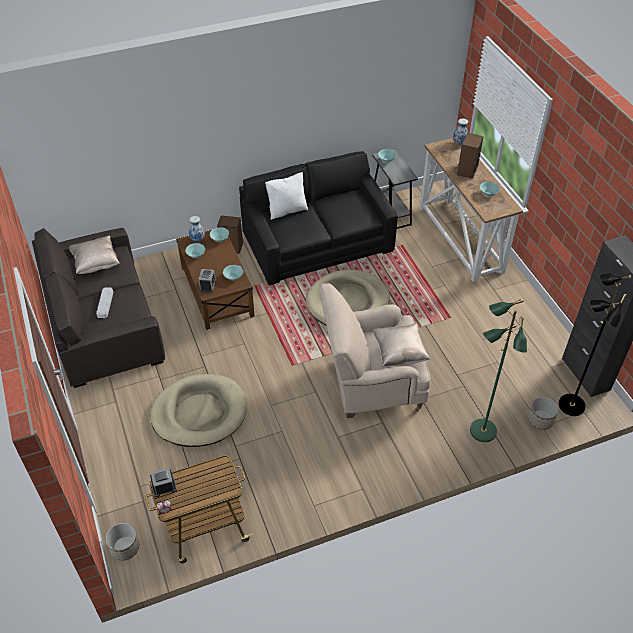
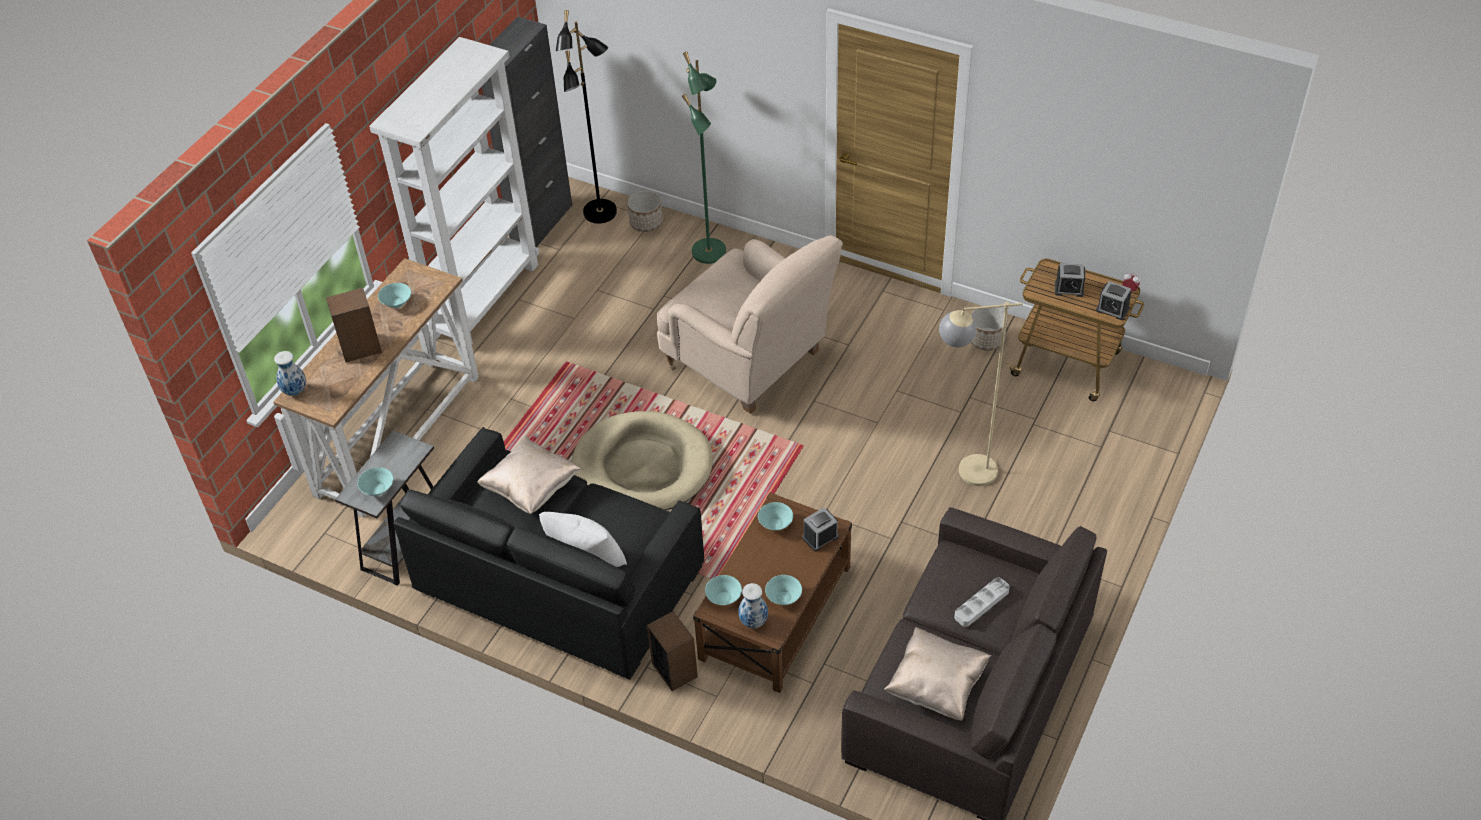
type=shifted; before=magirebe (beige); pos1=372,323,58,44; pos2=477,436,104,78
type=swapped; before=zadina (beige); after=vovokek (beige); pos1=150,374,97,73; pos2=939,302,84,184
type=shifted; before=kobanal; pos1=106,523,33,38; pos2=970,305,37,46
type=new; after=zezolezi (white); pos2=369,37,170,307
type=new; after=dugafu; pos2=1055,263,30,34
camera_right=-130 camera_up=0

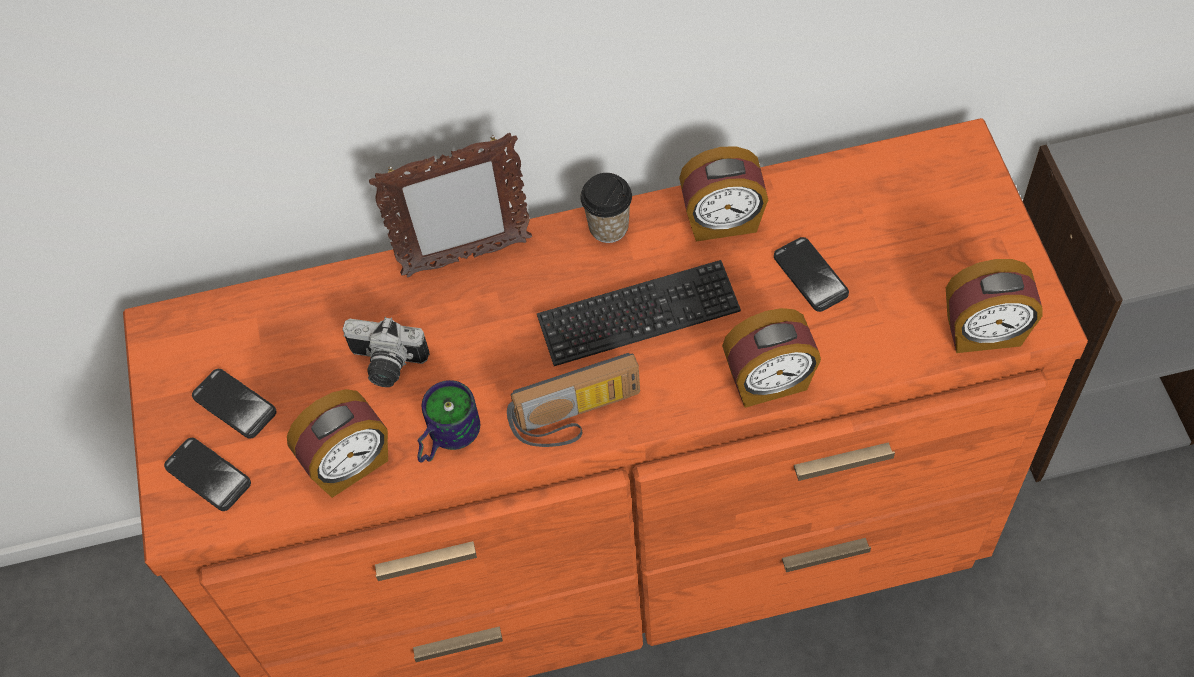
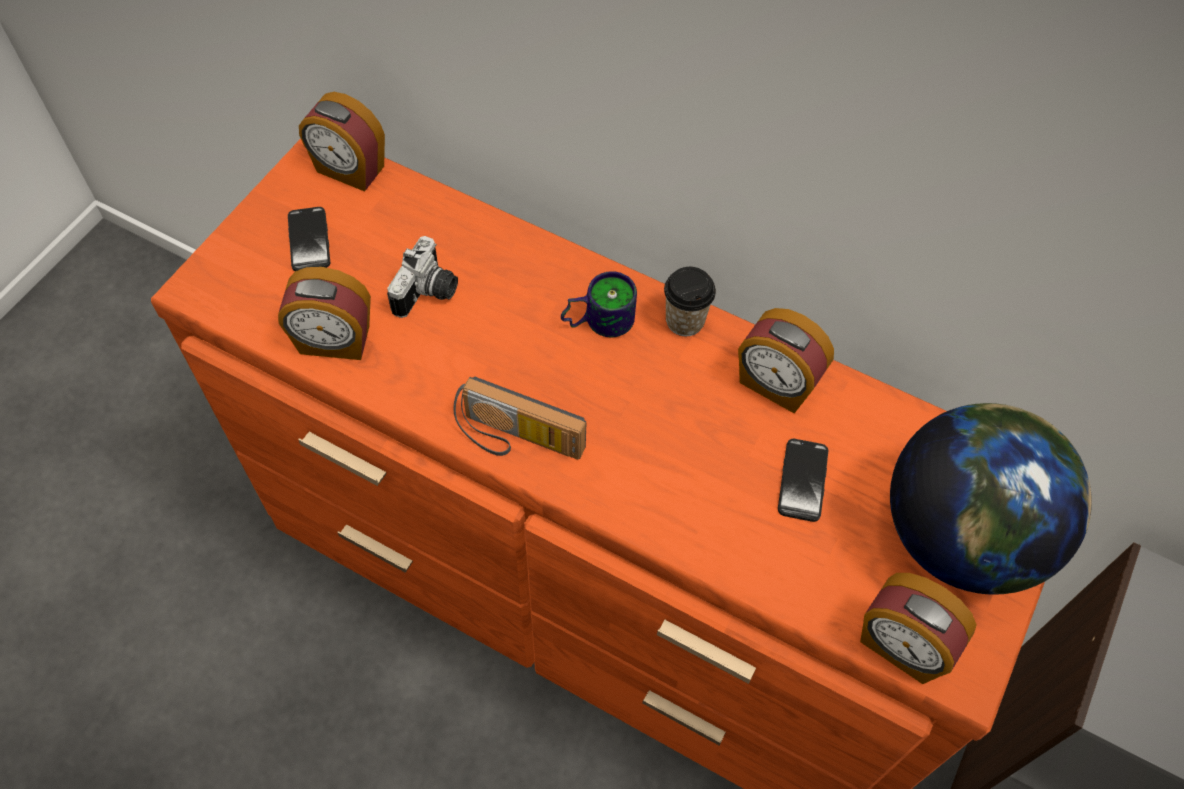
type=gone; before=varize; pos1=369,133,163,145
type=gone; before=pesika; pos1=537,260,204,106
type=shifted; before=dugafu; pos1=722,308,99,100; pos2=299,92,86,99
type=rotated; before=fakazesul; pos1=342,317,88,70; pos2=387,236,71,82; turn=-120
type=shifted; before=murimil; pos1=418,380,62,82; pos2=561,271,76,66
type=gone; before=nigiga; pos1=164,438,87,73
type=new; after=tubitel; pos2=890,403,202,192
camera_right=35 camera_up=0

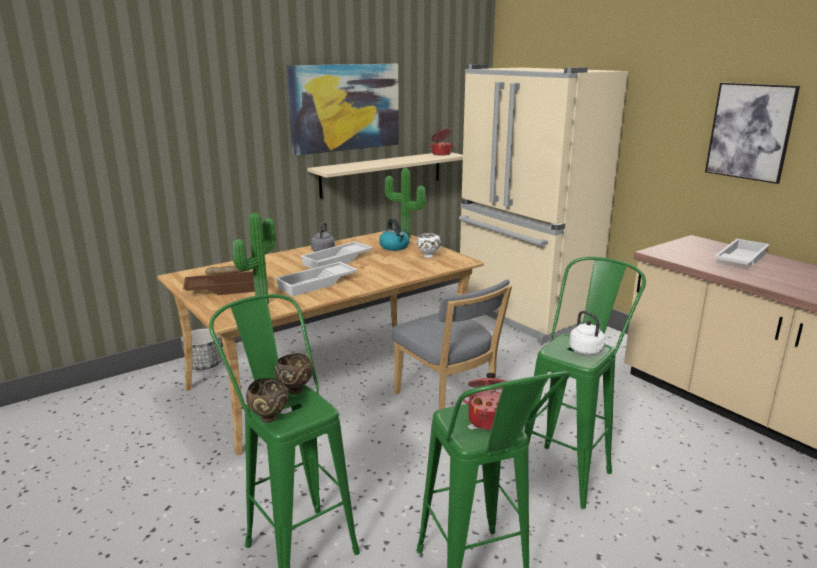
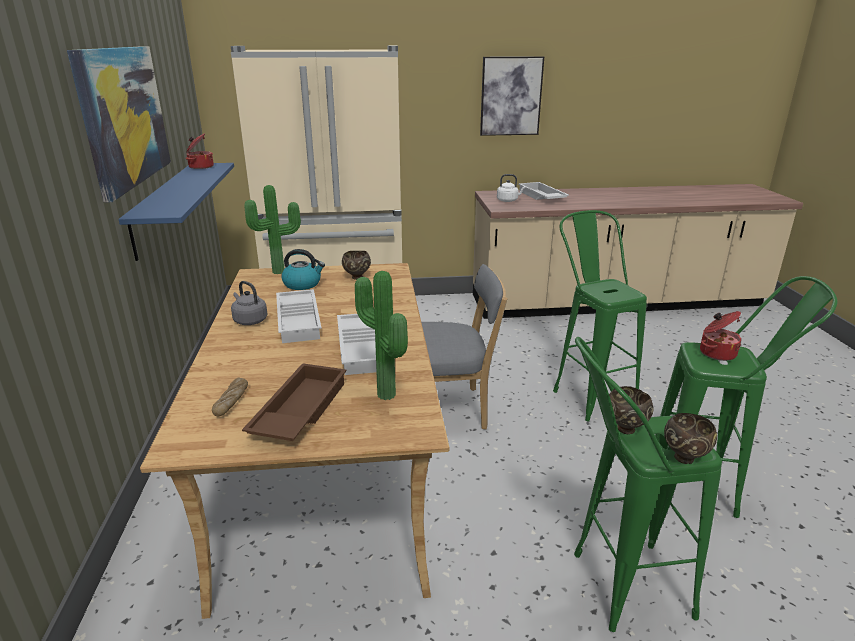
type=repainted; before=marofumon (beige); after=marofumon (blue); pos1=307,152,156,46; pos2=118,163,116,98
type=repainted; before=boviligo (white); after=boviligo (brown); pos1=416,233,25,25; pos2=342,251,29,29
type=shifted; before=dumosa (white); pos1=569,311,39,44; pos2=497,174,28,28
type=gone; before=kobanal; pos1=181,329,41,41
camera_right=-60 camera_up=5

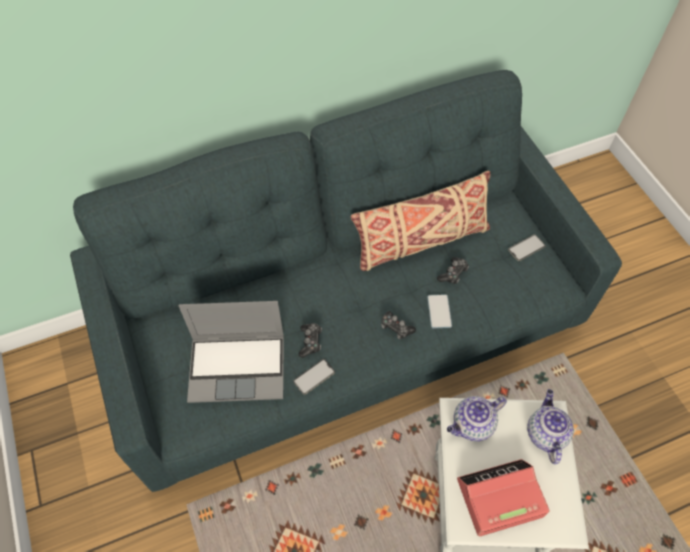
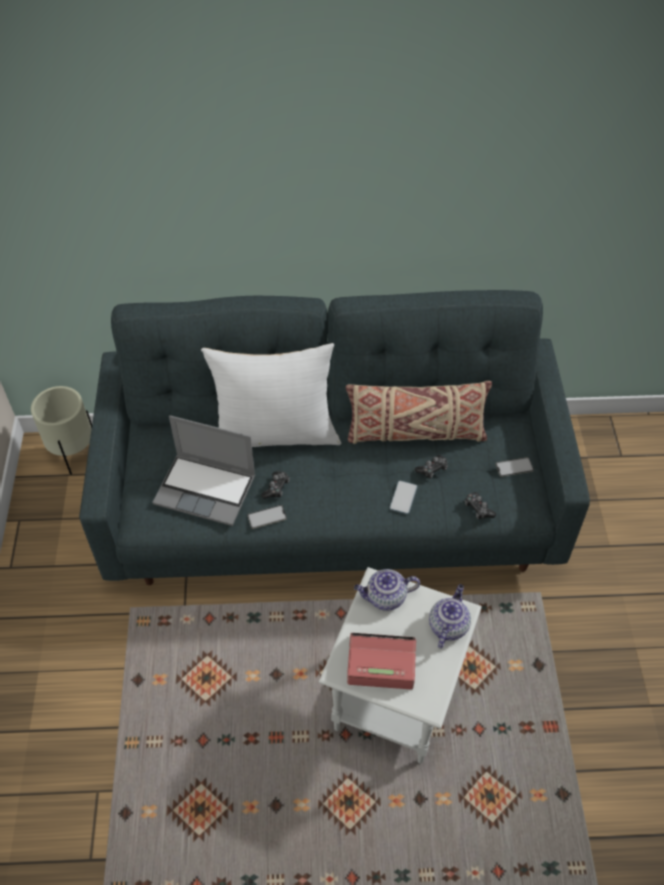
type=shifted; before=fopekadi; pos1=381,311,35,28; pos2=465,492,31,27
type=new; after=magirebe (white); pos2=201,343,140,104
type=new; after=kobanal (beige); pos2=31,386,61,89
camera_right=20 camera_up=-5

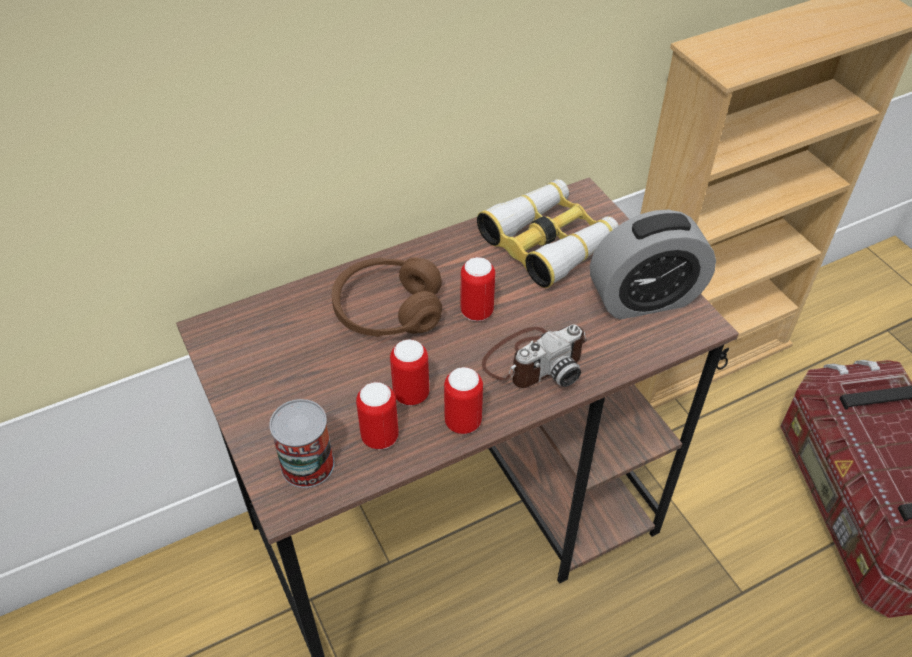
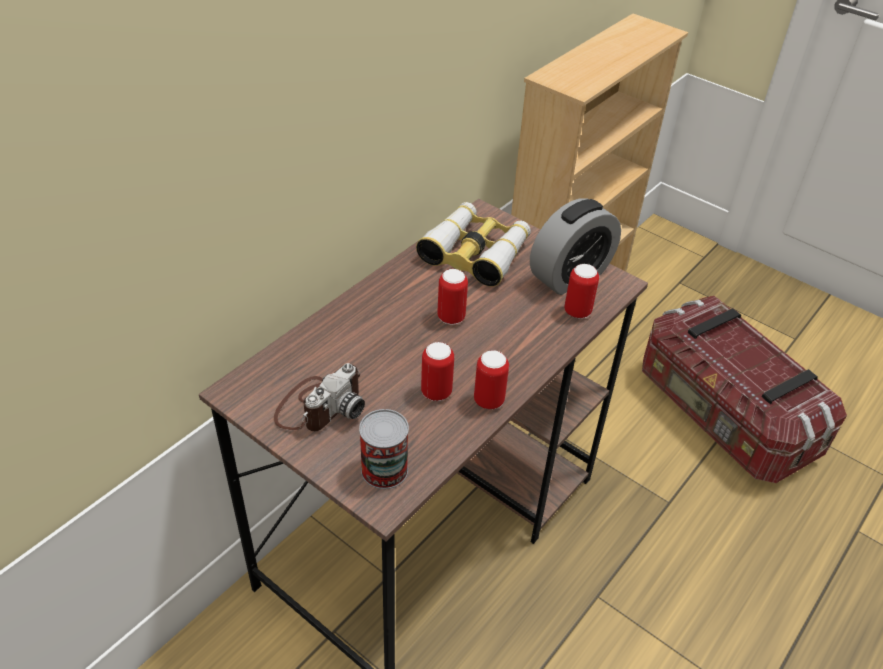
type=gone; before=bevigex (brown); pos1=332,257,110,80
type=shifted; before=fakazesul; pos1=482,324,105,64; pos2=274,363,91,68
type=shifted; before=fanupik; pos1=356,382,43,68; pos2=564,264,35,55
camera_right=-25 camera_up=-5

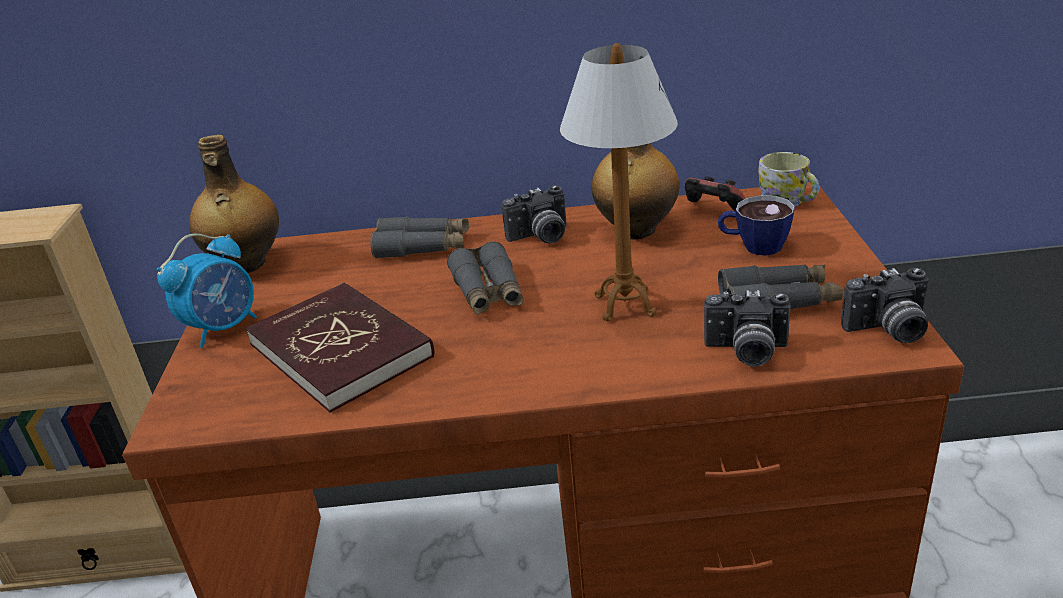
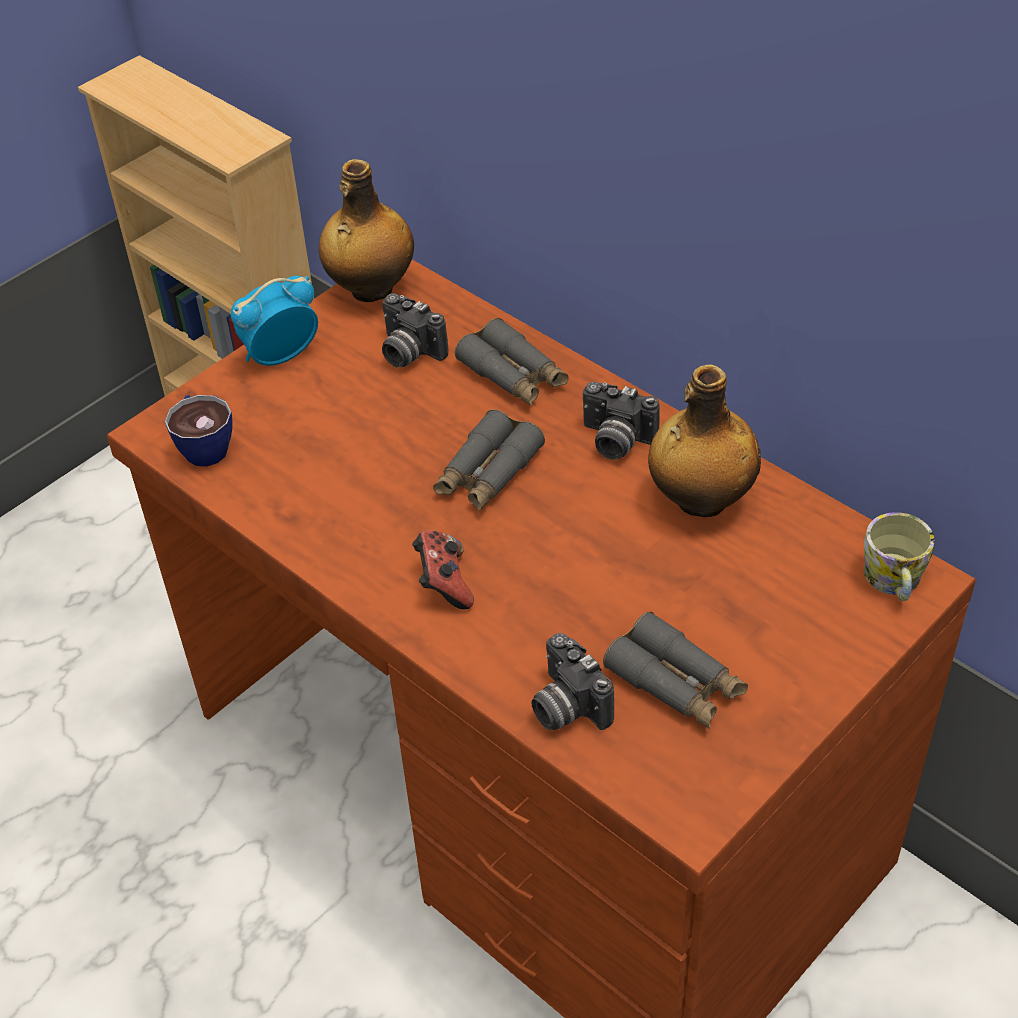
type=gone; before=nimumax; pos1=560,43,118,279
type=shifted; before=fopekadi; pos1=685,176,61,35; pos2=412,530,62,80
type=shifted; before=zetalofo; pos1=718,195,77,61; pos2=165,395,67,71
type=rotated; before=dugafu; pos1=157,234,100,114; pos2=231,276,87,90; turn=150
type=shifted; before=fakazesul; pos1=841,267,87,76; pos2=382,293,67,75
type=gone; before=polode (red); pos1=246,283,188,130
camera_right=45 camera_up=15

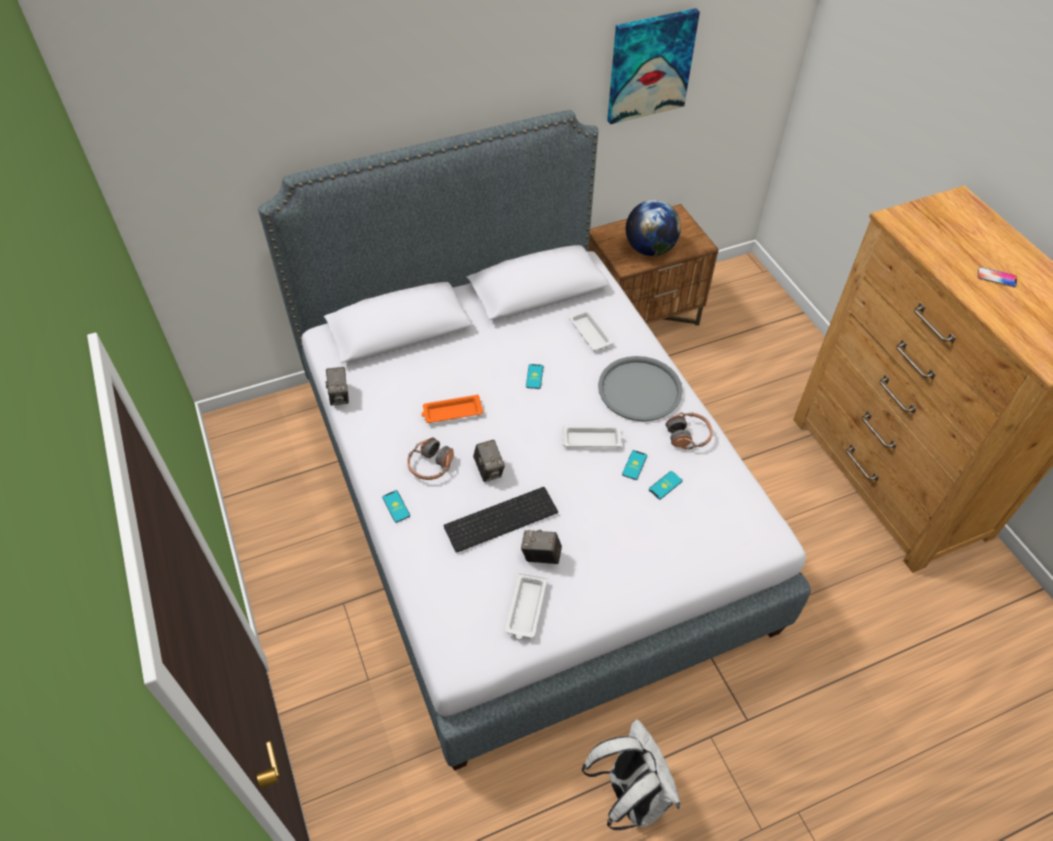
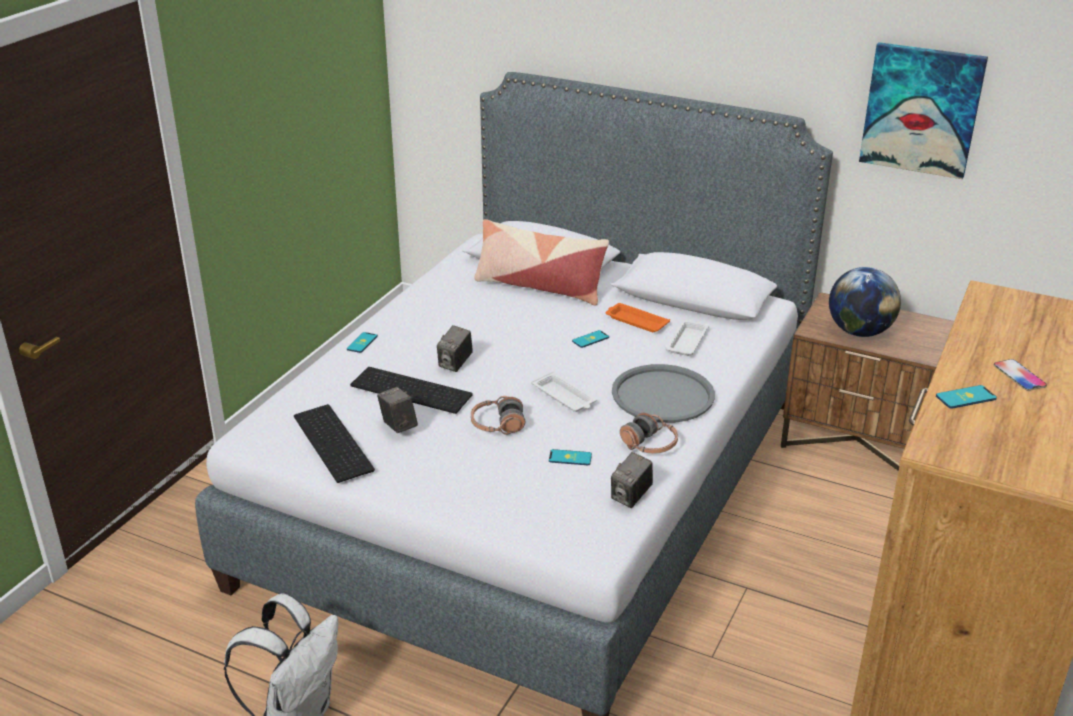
type=shifted; before=fakazesul; pos1=325,367,24,39; pos2=611,452,42,56
type=shifted; before=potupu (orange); pos1=421,394,62,29; pos2=605,303,65,29
type=shifted; before=bevigex; pos1=407,437,47,43; pos2=471,396,54,39
type=shifted; before=nigiga; pos1=622,450,25,30; pos2=936,385,61,24
type=swapped; before=potupu (white); after=pesika; pos1=505,572,42,67; pos2=294,404,81,79
type=new; after=magirebe; pos2=474,219,135,87
camera_right=50 camera_up=-20

